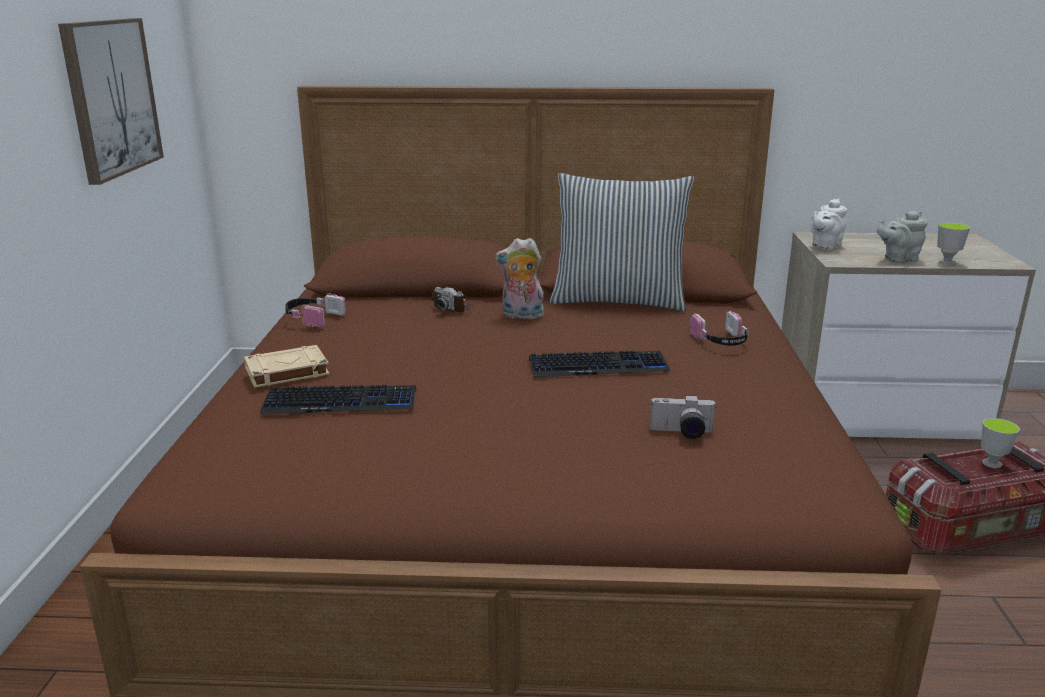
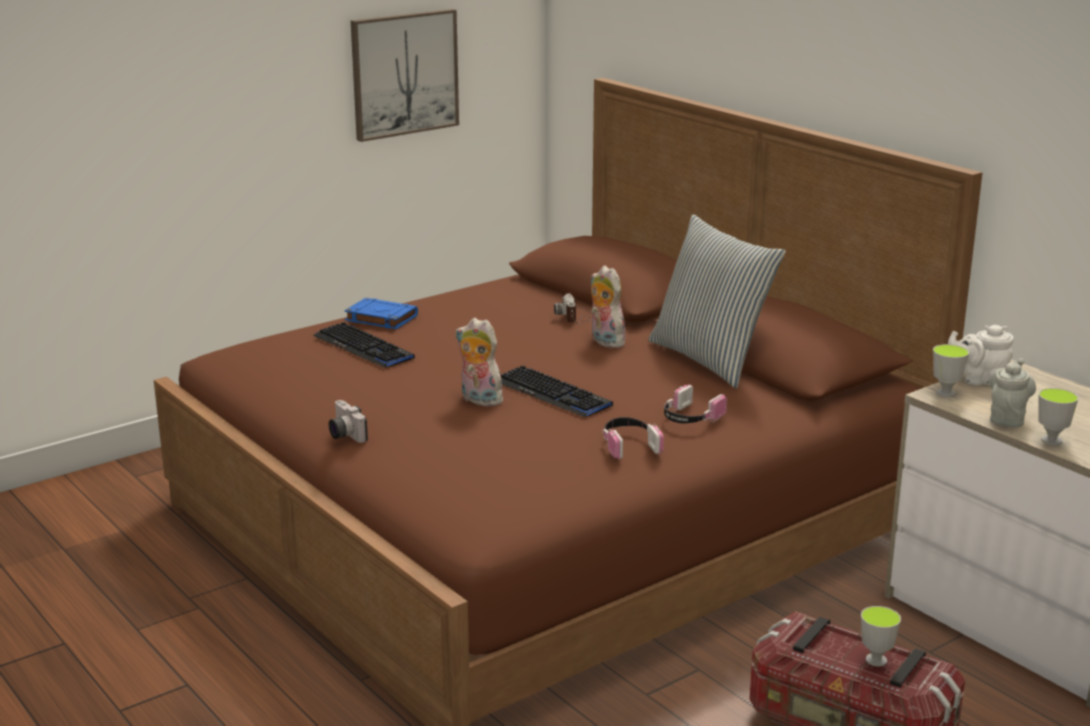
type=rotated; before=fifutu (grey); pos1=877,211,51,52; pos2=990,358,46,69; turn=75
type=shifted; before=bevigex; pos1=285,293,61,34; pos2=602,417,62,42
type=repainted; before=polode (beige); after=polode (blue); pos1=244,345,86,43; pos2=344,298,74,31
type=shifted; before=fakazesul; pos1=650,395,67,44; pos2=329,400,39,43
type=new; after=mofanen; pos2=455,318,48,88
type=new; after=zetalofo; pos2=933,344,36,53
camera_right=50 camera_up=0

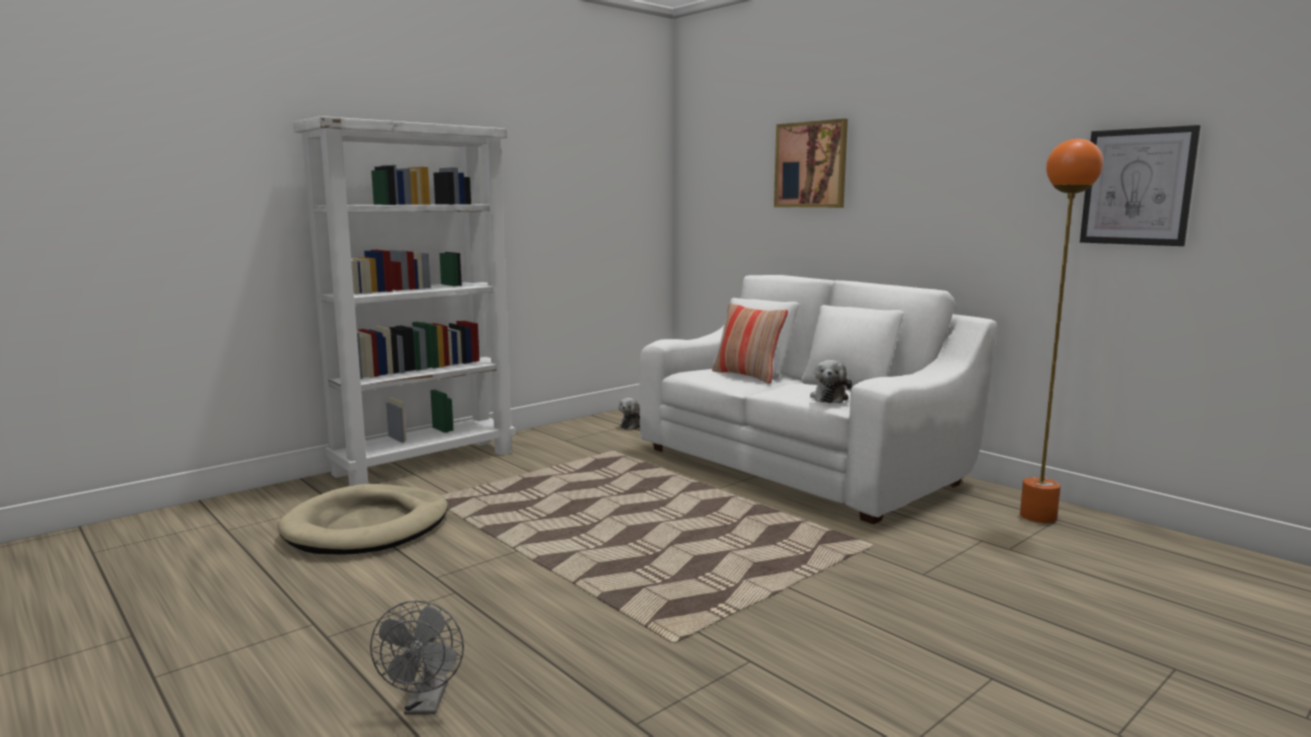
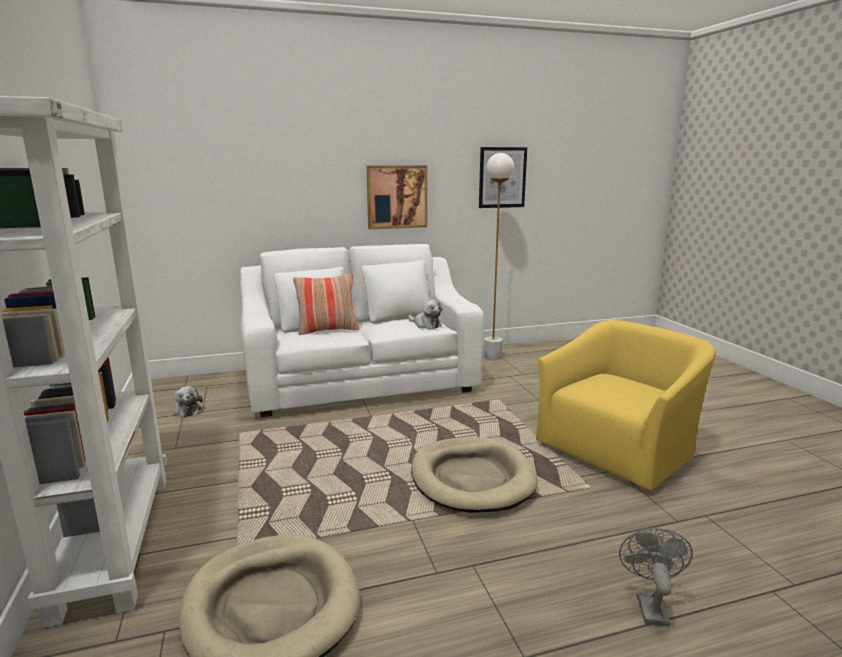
type=shifted; before=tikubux; pos1=774,119,74,89; pos2=367,166,61,63
type=repainted; before=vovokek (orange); after=vovokek (white); pos1=1020,139,84,384; pos2=484,153,30,207
type=rotated; before=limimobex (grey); pos1=370,600,94,115; pos2=619,528,74,99; turn=-105
type=new; after=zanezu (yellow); pos2=536,320,180,174
type=new; after=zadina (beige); pos2=411,437,127,76
camera_right=-65 camera_up=5

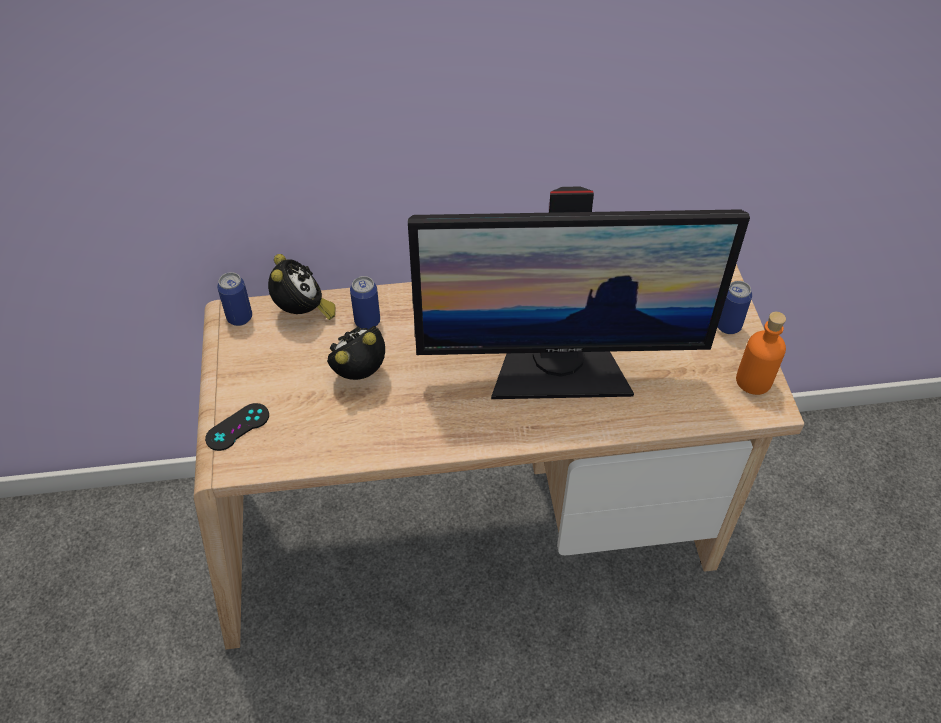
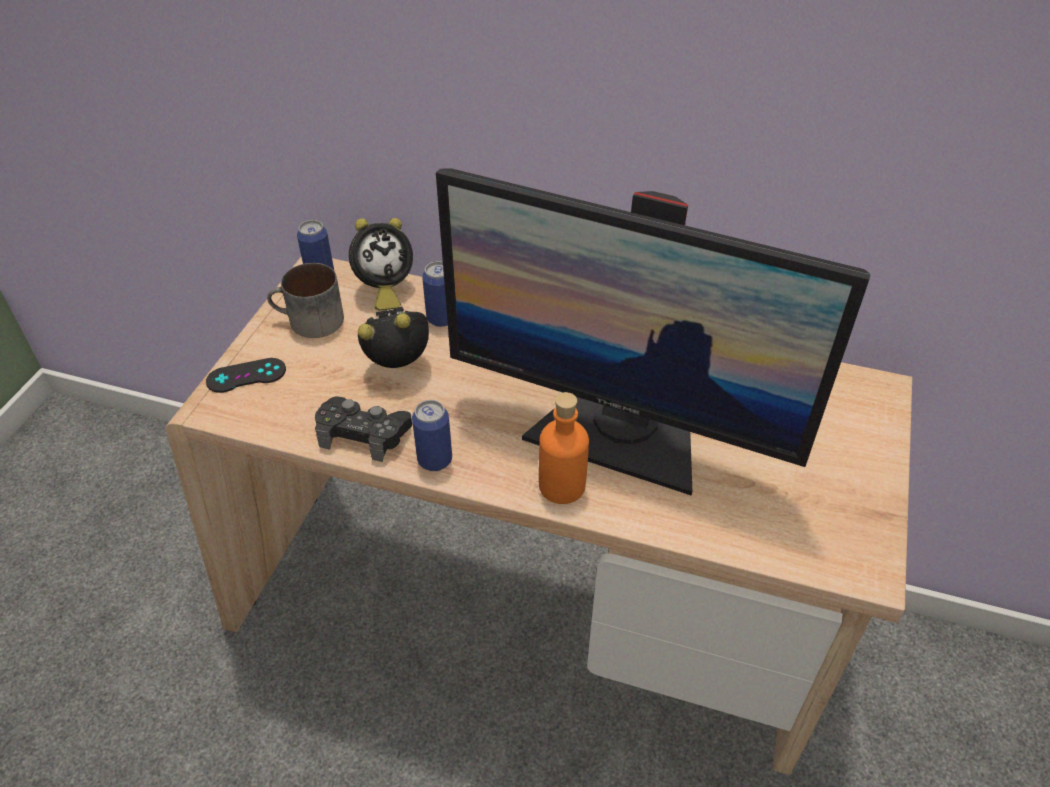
type=rotated; before=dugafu; pos1=268,254,67,66; pos2=349,218,64,93; turn=45
type=shifted; before=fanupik; pos1=718,281,34,53; pos2=412,400,40,71
type=shifted; before=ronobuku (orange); pos1=736,312,50,83; pos2=539,392,50,112
type=new; after=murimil; pos2=267,263,77,75
type=new; after=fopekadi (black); pos2=315,397,97,65
camera_right=25 camera_up=-5

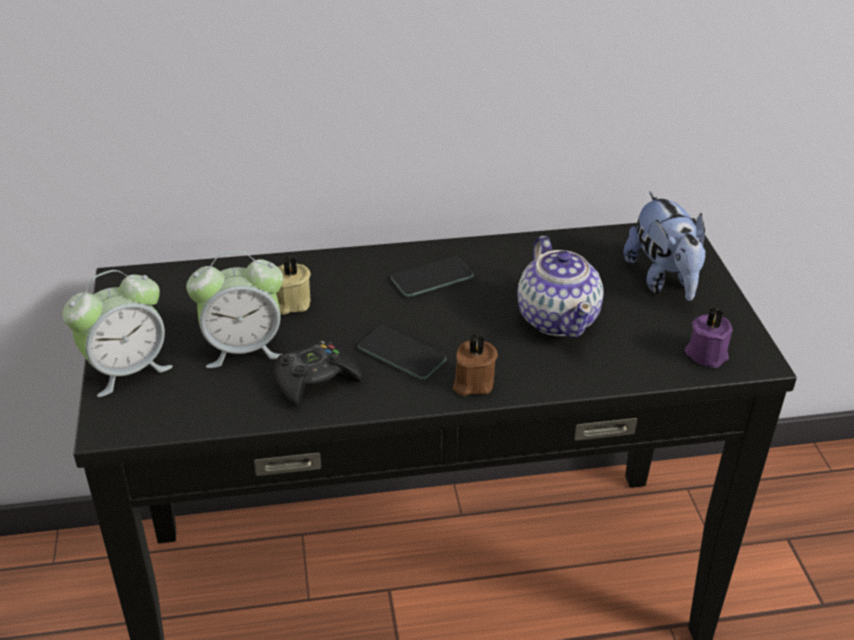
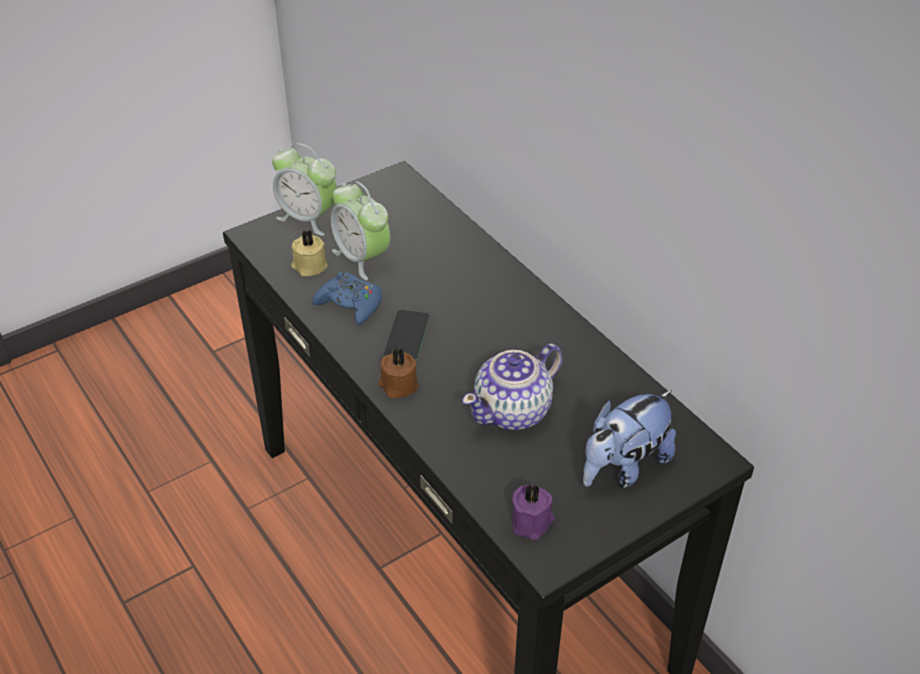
type=shifted; before=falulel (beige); pos1=276,256,35,59; pos2=291,230,37,47
type=gone; before=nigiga; pos1=391,257,83,40
type=repainted; before=fopekadi (black); after=fopekadi (blue); pos1=274,340,88,67; pos2=312,272,70,54
camera_right=65 camera_up=5

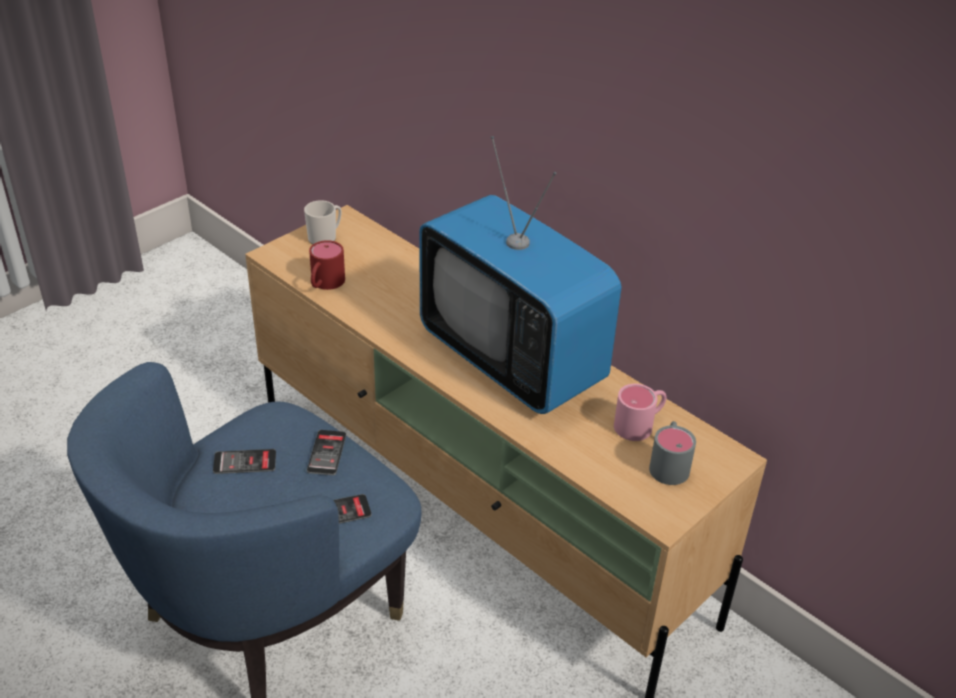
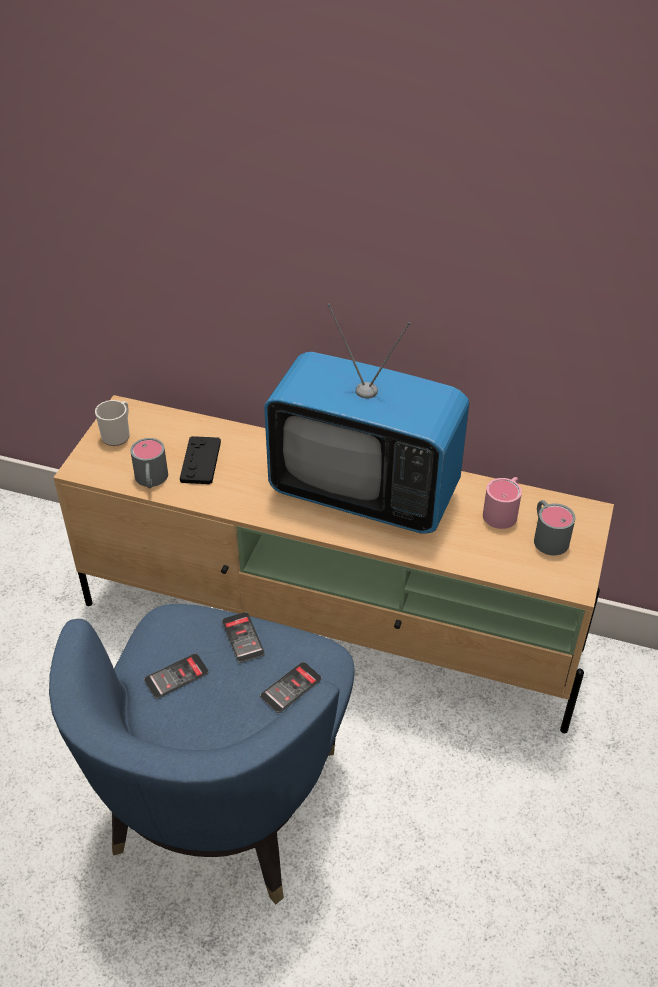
type=repainted; before=murimil (red); after=murimil (grey); pos1=309,240,36,50; pos2=130,438,38,50
type=new; after=fopekadi (black); pos2=180,436,41,48
camera_right=-25 camera_up=5

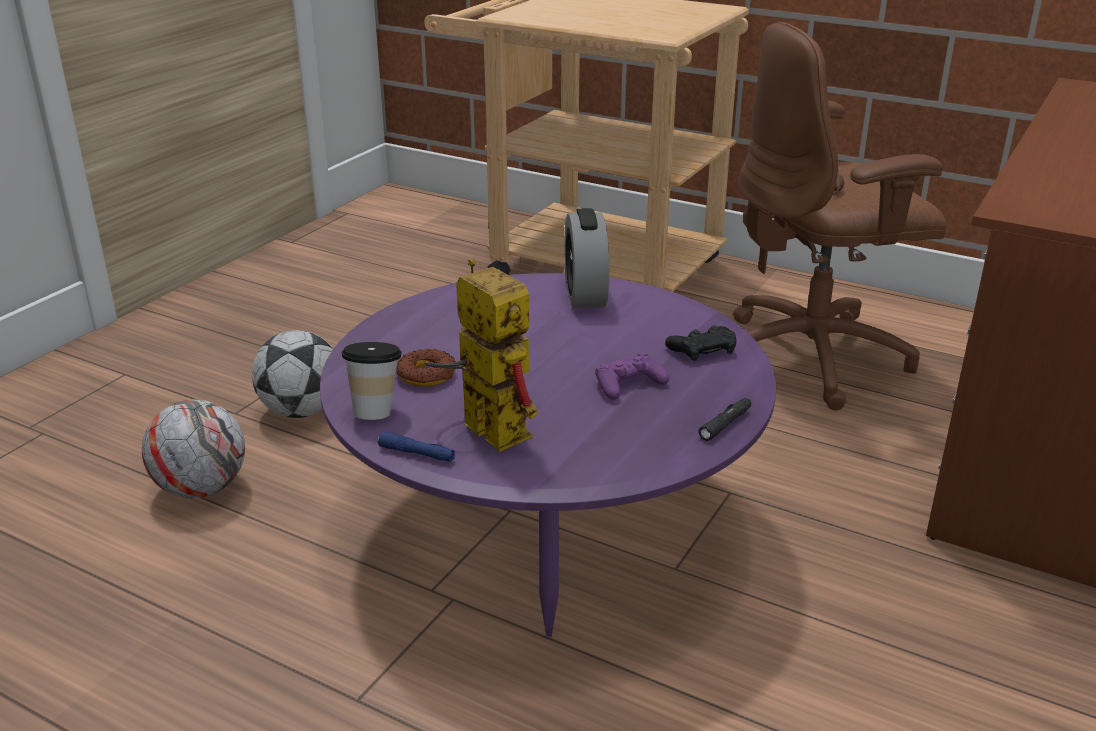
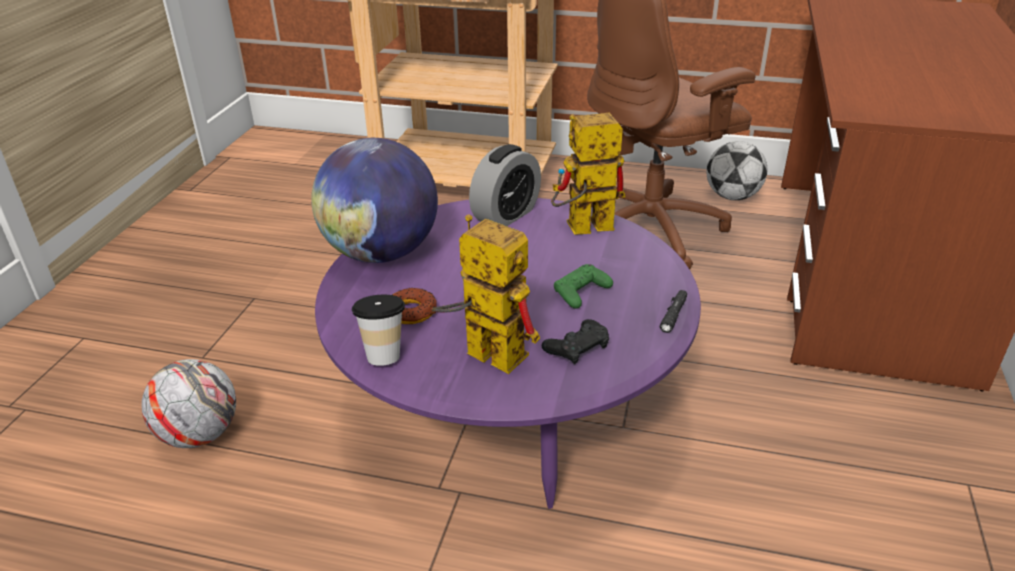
type=rotated; before=dugafu; pos1=564,208,45,100; pos2=469,144,72,82; turn=-120
type=shifted; before=fopekadi (black); pos1=665,325,71,37; pos2=542,319,67,45
type=shifted; before=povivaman; pos1=252,330,81,88; pos2=707,141,60,59
type=repainted; before=fopekadi (purple); after=fopekadi (green); pos1=595,354,74,46; pos2=554,264,59,45
type=gone; before=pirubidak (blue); pos1=378,431,77,31
type=new; after=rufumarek; pos2=551,113,75,122
type=new; after=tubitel; pos2=311,138,127,125
camera_right=-15 camera_up=5

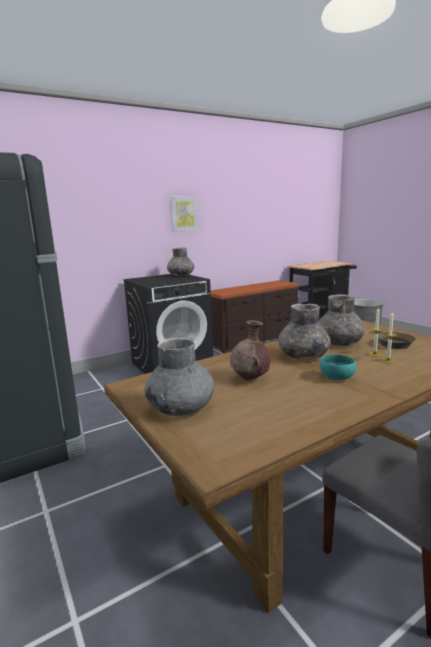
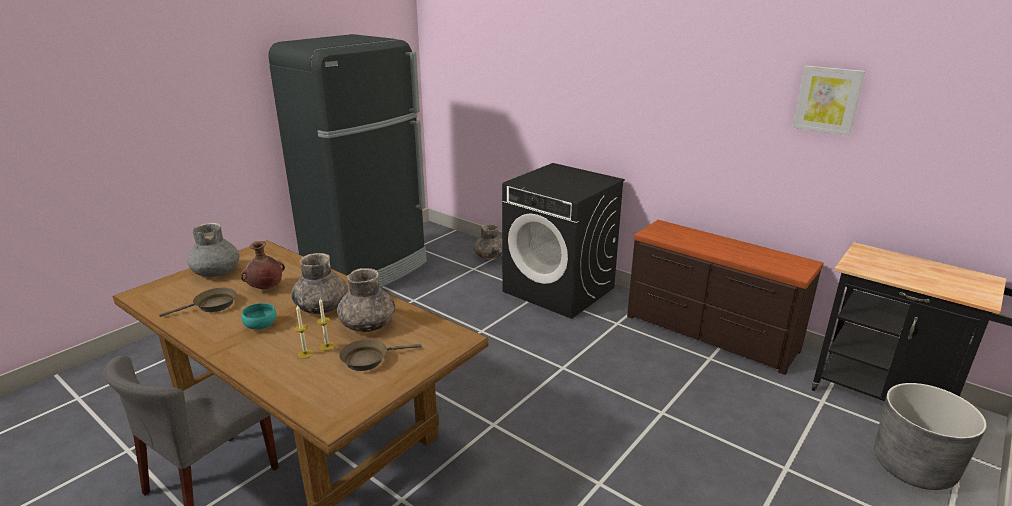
type=shifted; before=tikubux; pos1=170,196,29,36; pos2=793,66,72,70
type=shifted; before=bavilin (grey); pos1=167,248,27,28; pos2=474,224,28,35
type=new; after=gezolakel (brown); pos2=159,287,78,30
camera_right=70 camera_up=10

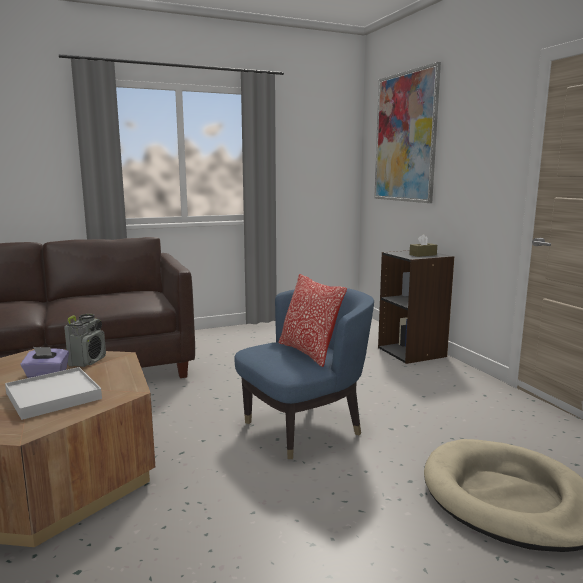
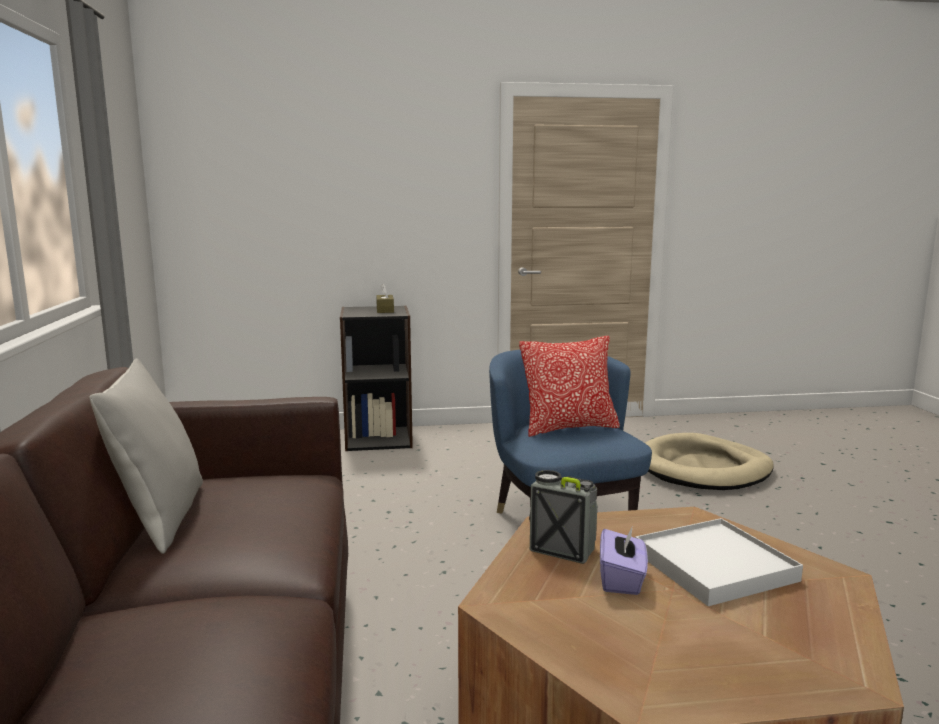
type=gone; before=tikubux; pos1=374,62,67,141
type=new; after=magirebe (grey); pos2=89,359,114,195
camera_right=-75 camera_up=0

